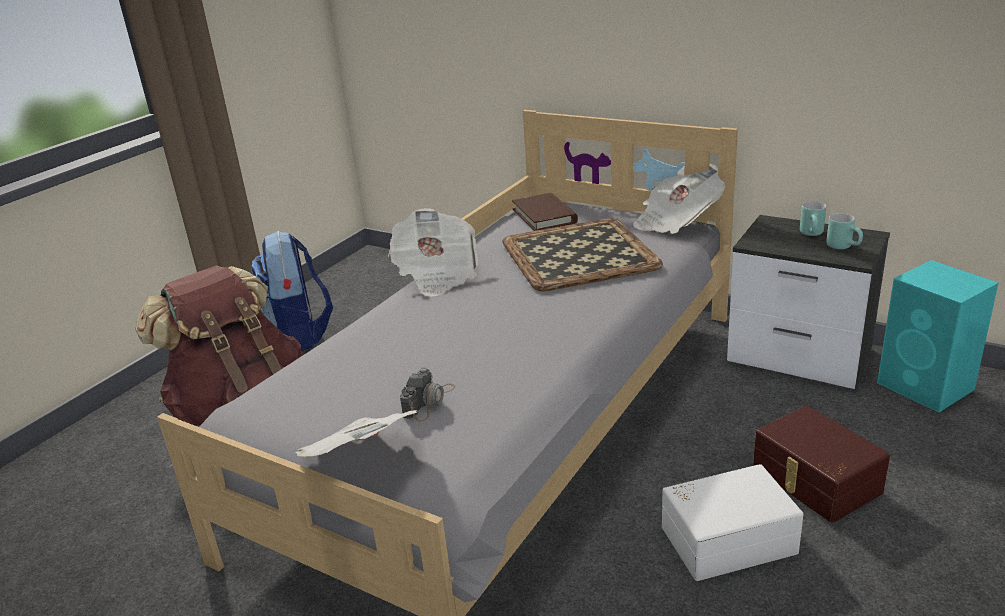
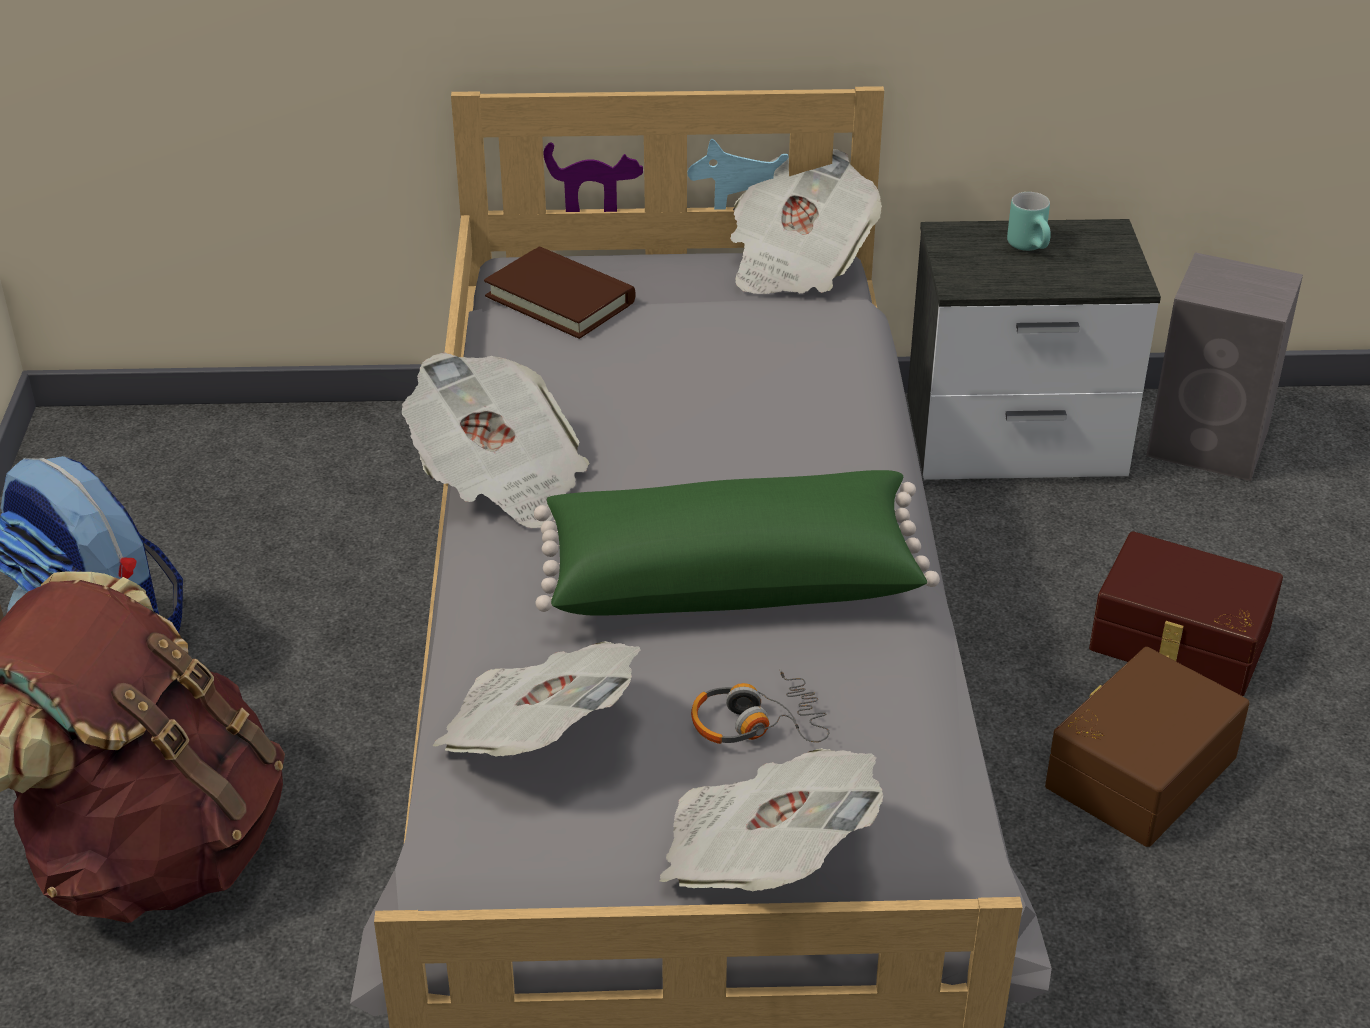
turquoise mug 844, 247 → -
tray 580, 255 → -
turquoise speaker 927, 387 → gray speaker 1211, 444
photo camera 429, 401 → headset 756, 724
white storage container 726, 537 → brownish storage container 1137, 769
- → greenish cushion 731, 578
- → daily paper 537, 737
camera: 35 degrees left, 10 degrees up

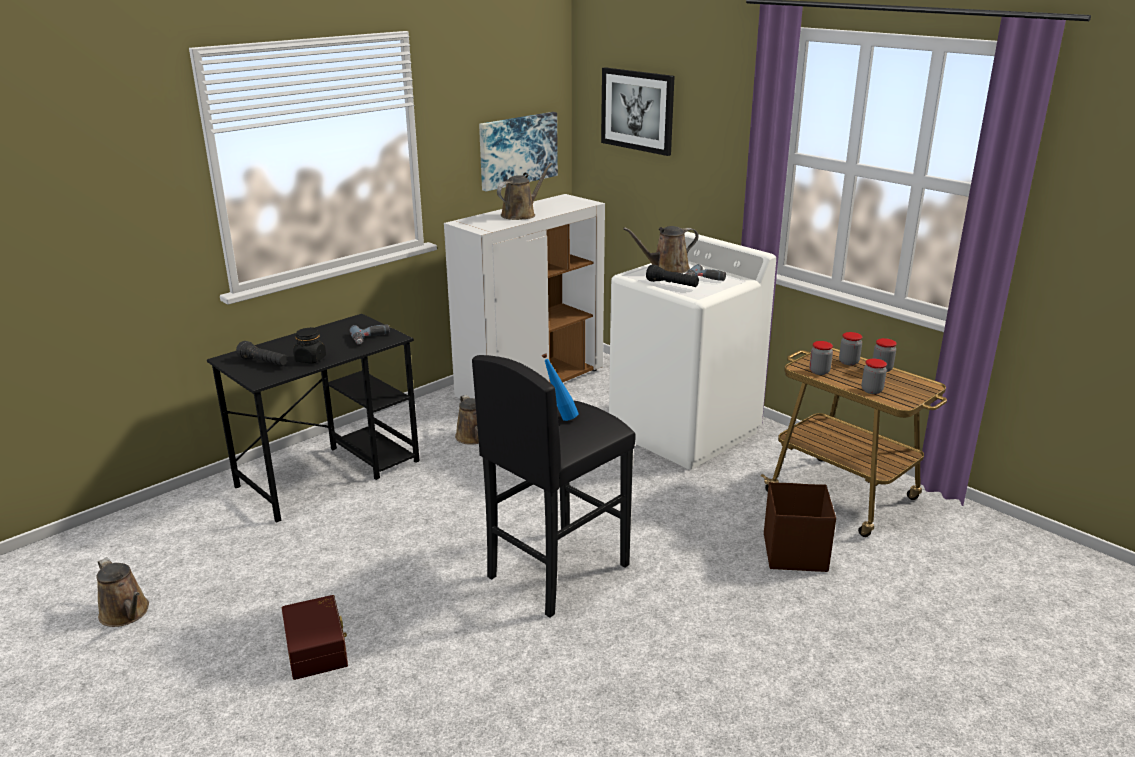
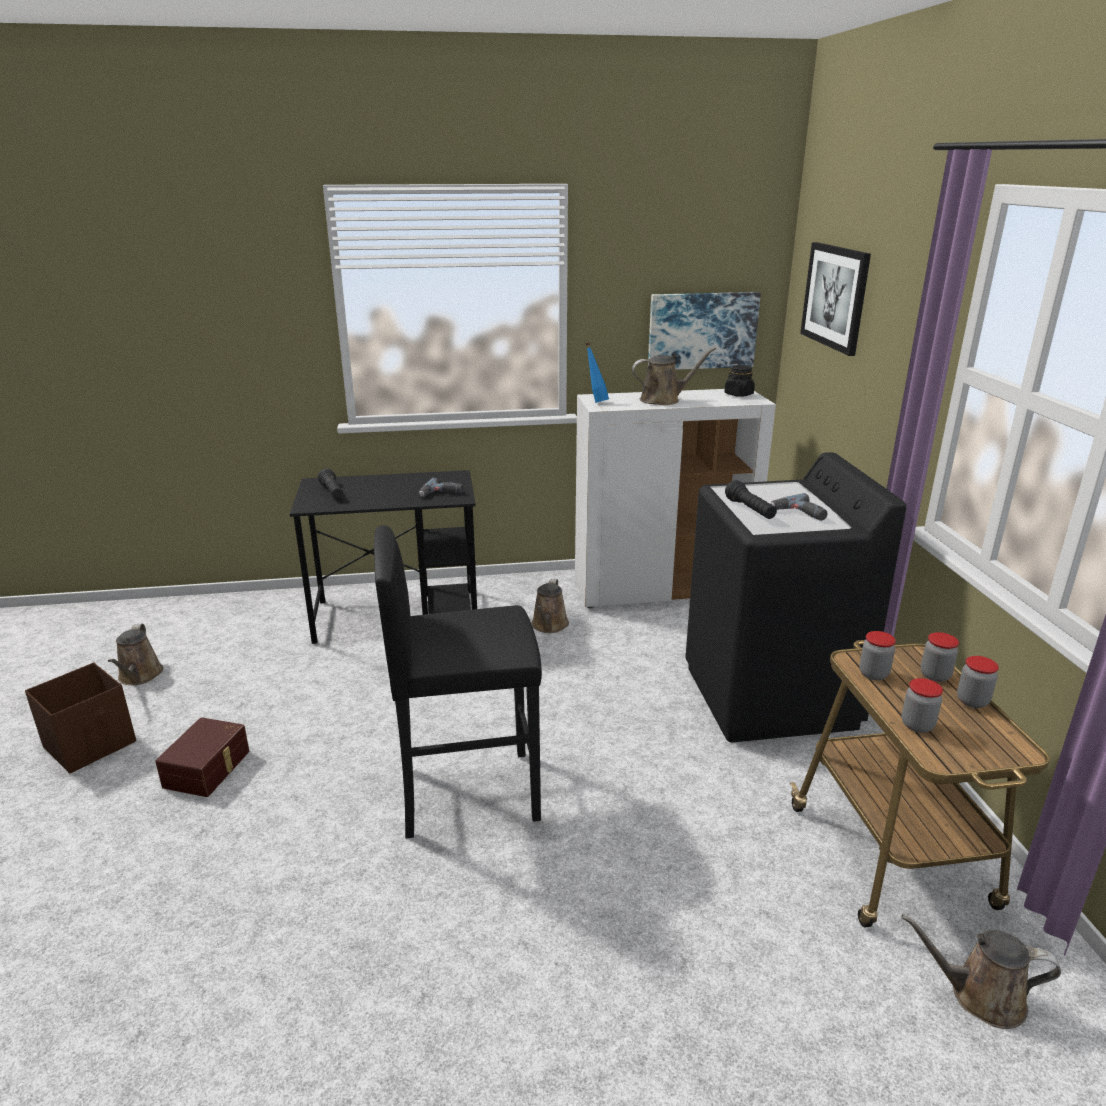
brownish watering can 666, 269 → brownish watering can 980, 996, moved
white laundry machine 684, 432 → black-coloured laundry machine 770, 697
black-coloured storage jar 310, 359 → black-coloured storage jar 738, 394, moved
blue-coloured beverage bottle 560, 418 → blue-coloured beverage bottle 596, 402, moved
brownish storage container 795, 552 → brownish storage container 91, 744, moved
camera: 35 degrees right, 0 degrees up

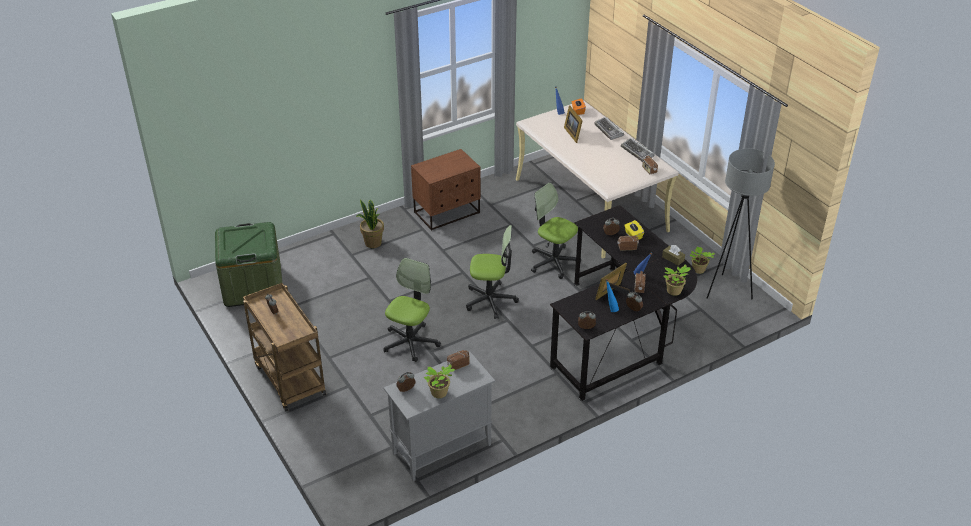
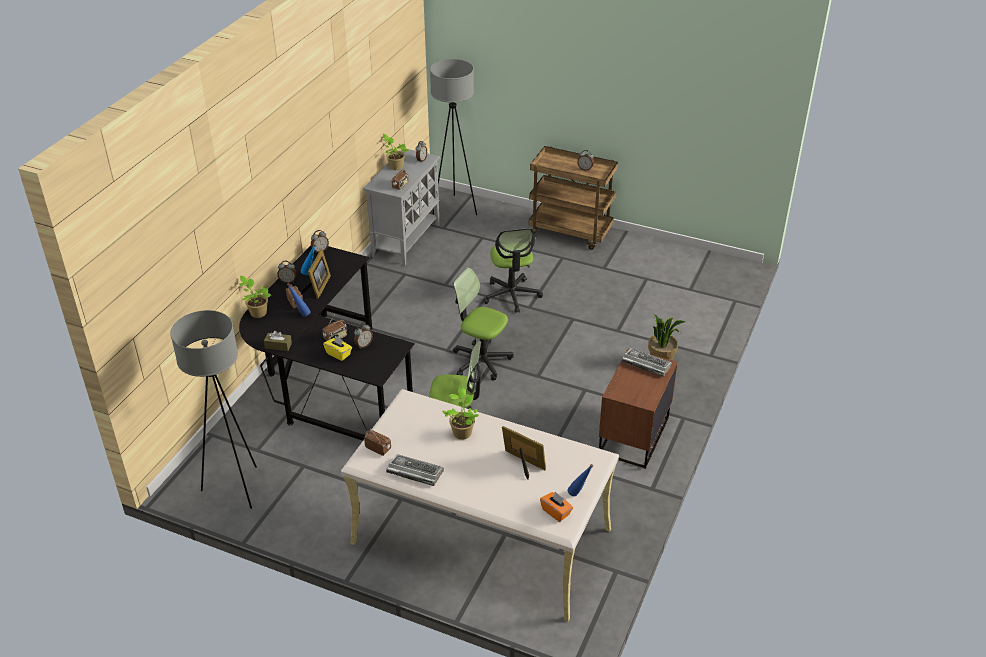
keyboard 609, 131 → keyboard 645, 364, moved
greenish storage container 253, 286 → -
office chair 490, 300 → office chair 481, 361, 60 degrees clockwise
potted plant 698, 270 → potted plant 462, 432, moved
- → gray standard lamp 455, 208
camera: 145 degrees right, 0 degrees up

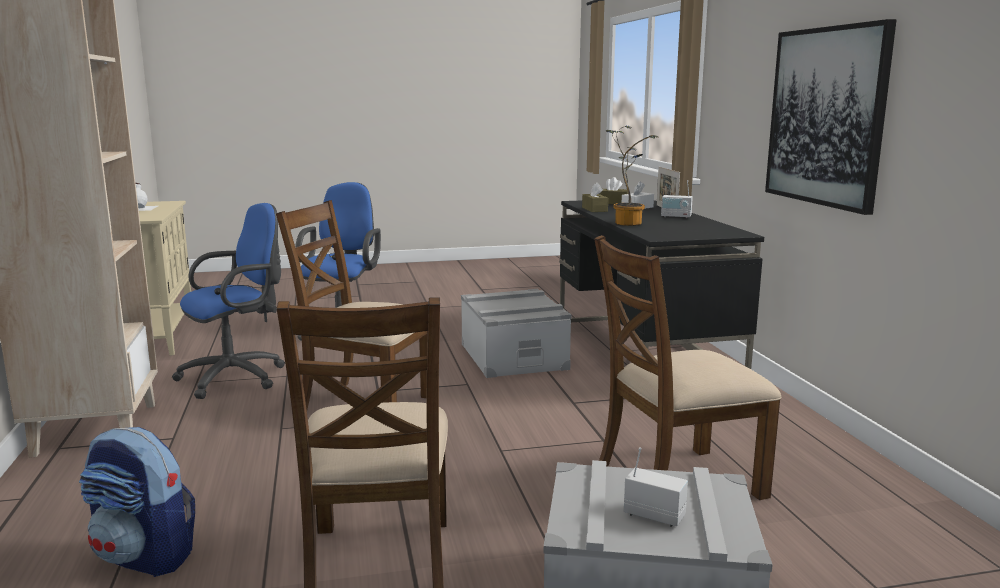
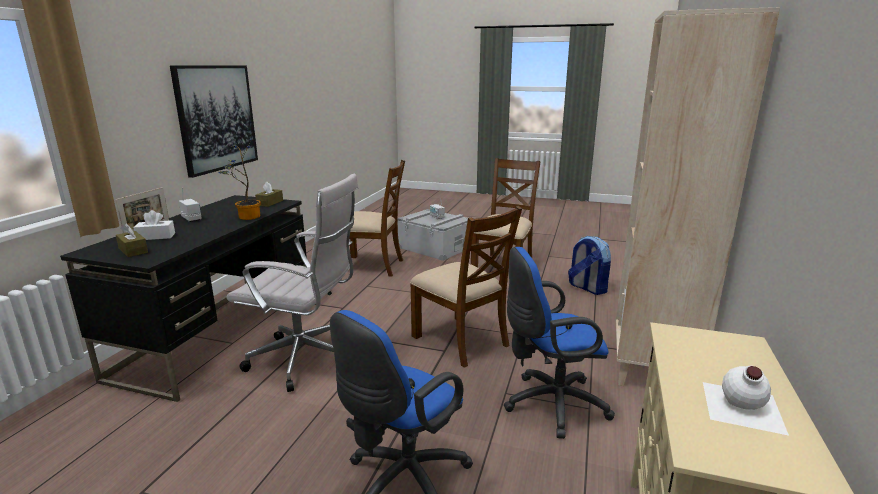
brownish tissue holder 594, 209 → brownish tissue holder 270, 203, moved
gray storage container 513, 356 → white office chair 306, 360
camera: 150 degrees left, 5 degrees up

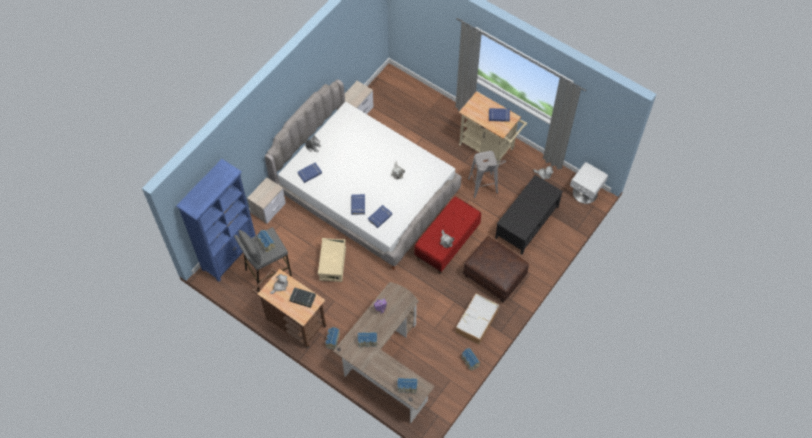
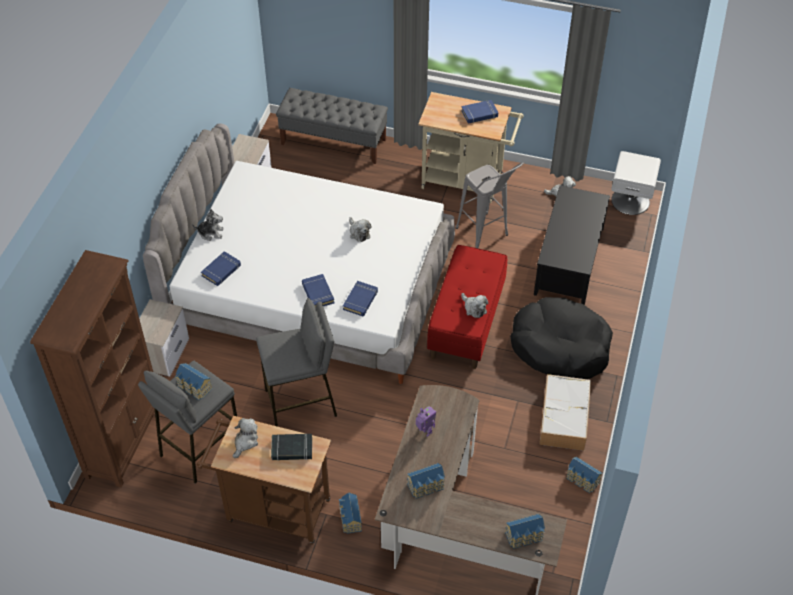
blue-coloured bookshelf 230, 254 → brownish bookshelf 124, 439
brownish ottoman 495, 276 → black-coloured dog cushion 560, 347
beige-coloured storage container 332, 264 → gray stool 301, 404
- → gray long seat 334, 142
camera: 20 degrees left, 10 degrees down

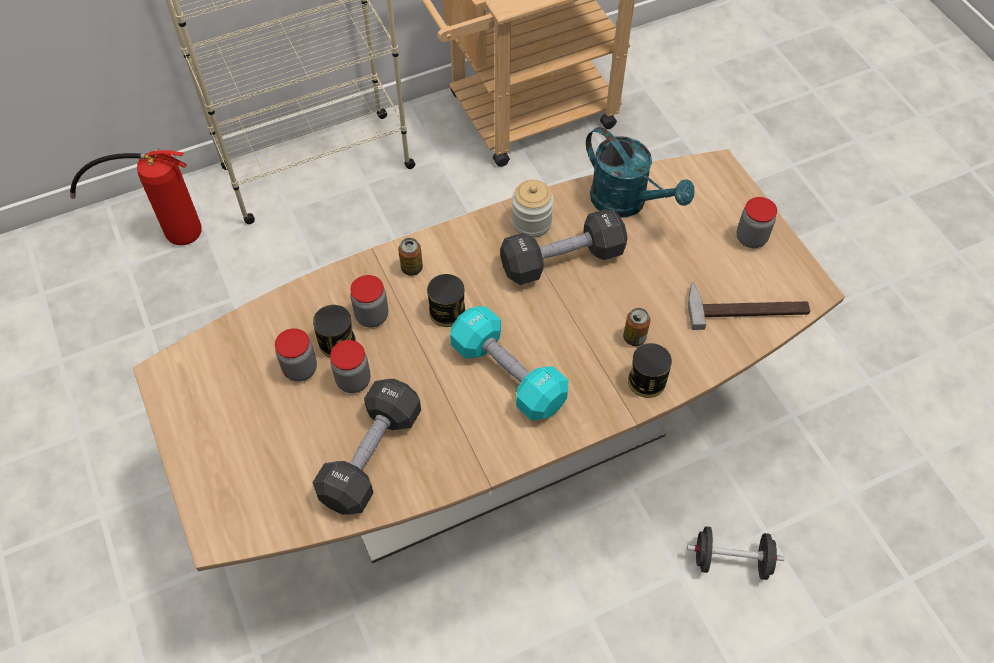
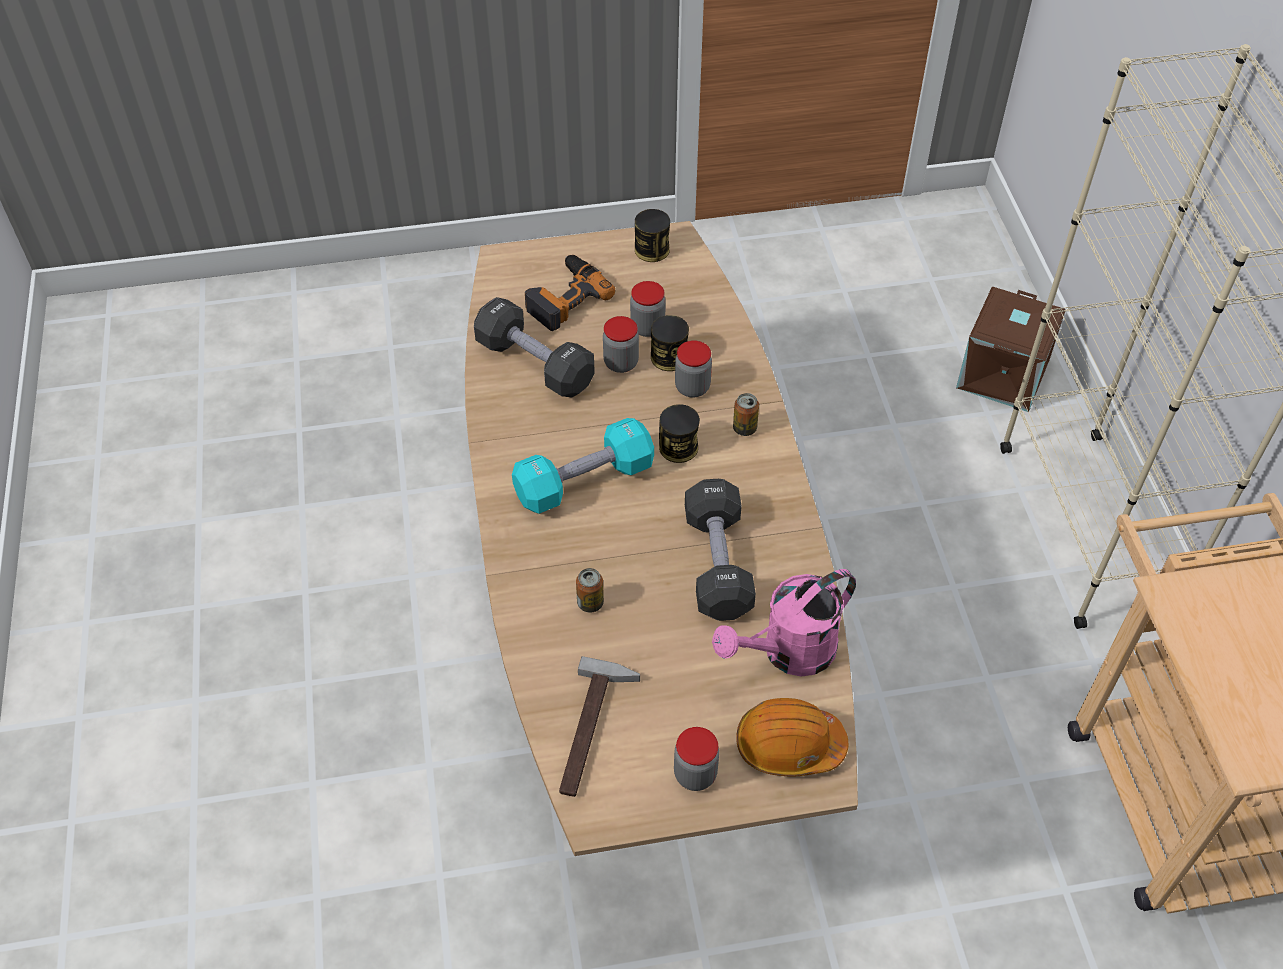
turquoise watering can 627, 202 → pink watering can 788, 653
fire extinguisher 163, 229 → brownish storage container 1004, 375
storage jar 531, 222 → -
can 647, 381 → can 652, 250, moved
black-coloured dumbbell 731, 560 → -
- → drill 564, 297
- → orange-coloured hard hat 789, 745
camera: 105 degrees right, 5 degrees down

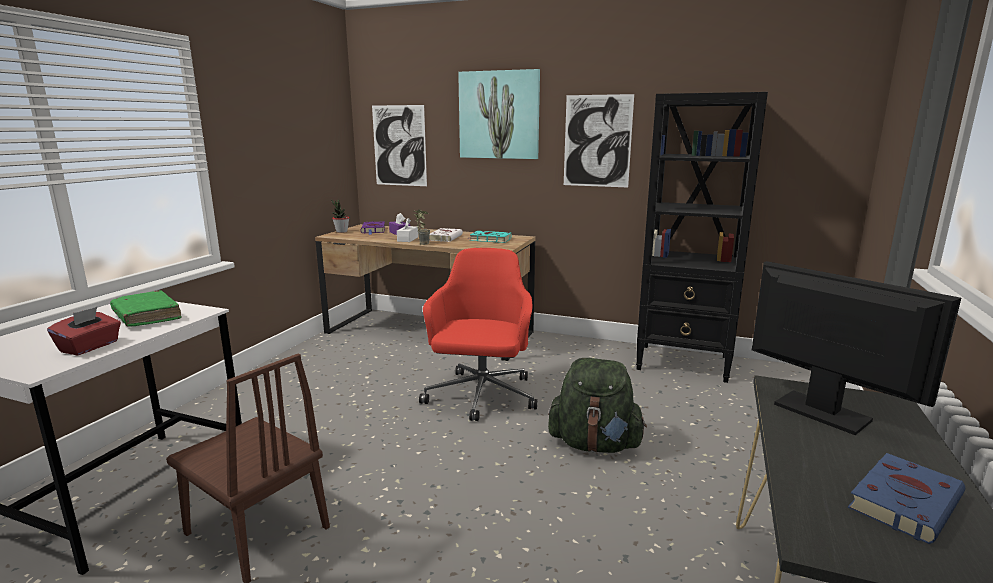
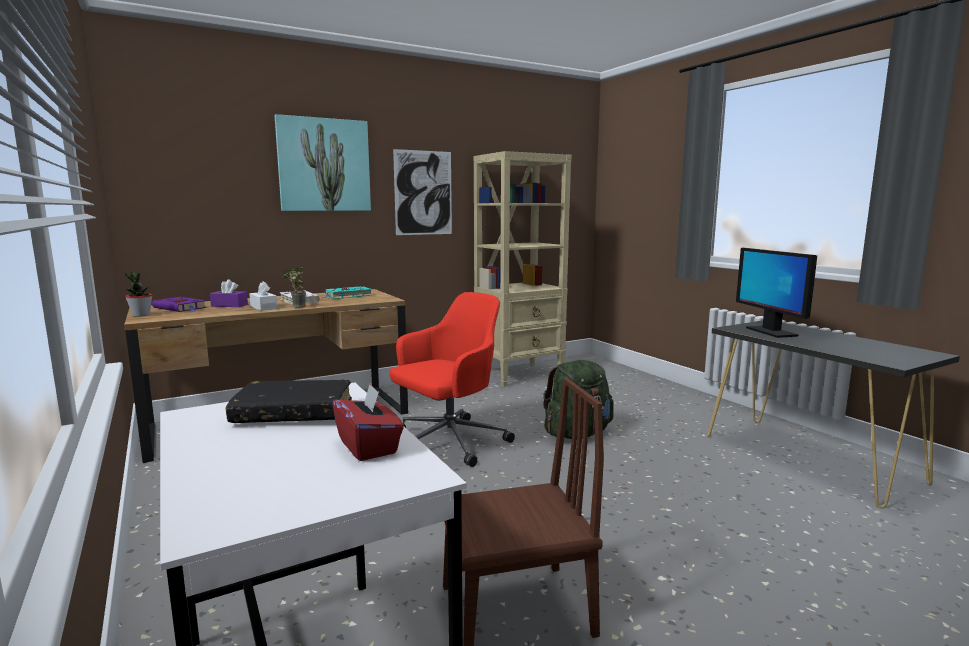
black-coloured bookshelf 684, 363 → beige-coloured bookshelf 520, 374
picture 399, 146 → -
red-coloured office chair 481, 397 → red-coloured office chair 448, 442, 90 degrees clockwise
computer screen 822, 413 → computer screen 770, 332, 105 degrees counterclockwise
greenish volume 147, 316 → black-coloured volume 293, 413
blue-coloured volume 905, 501 → -
camera: 50 degrees left, 5 degrees down

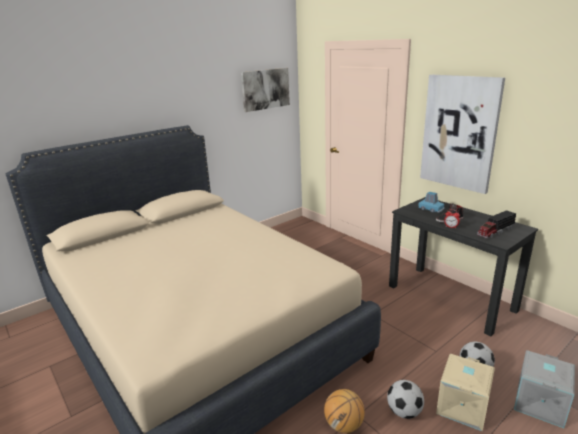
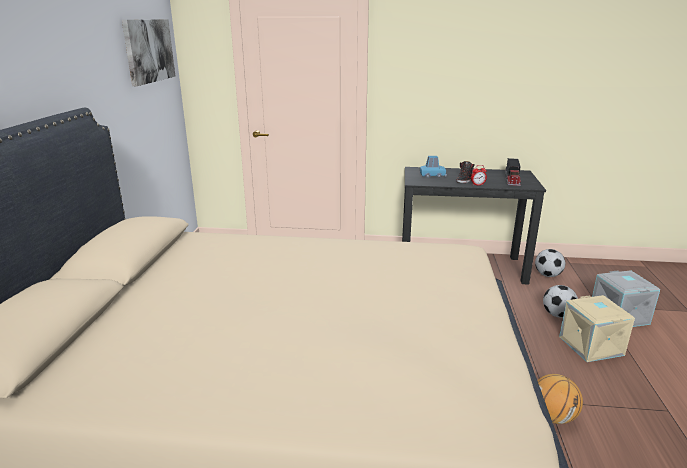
picture 459, 132 → -
football ball 404, 412 → football ball 547, 275, moved
camera: 45 degrees left, 0 degrees up

